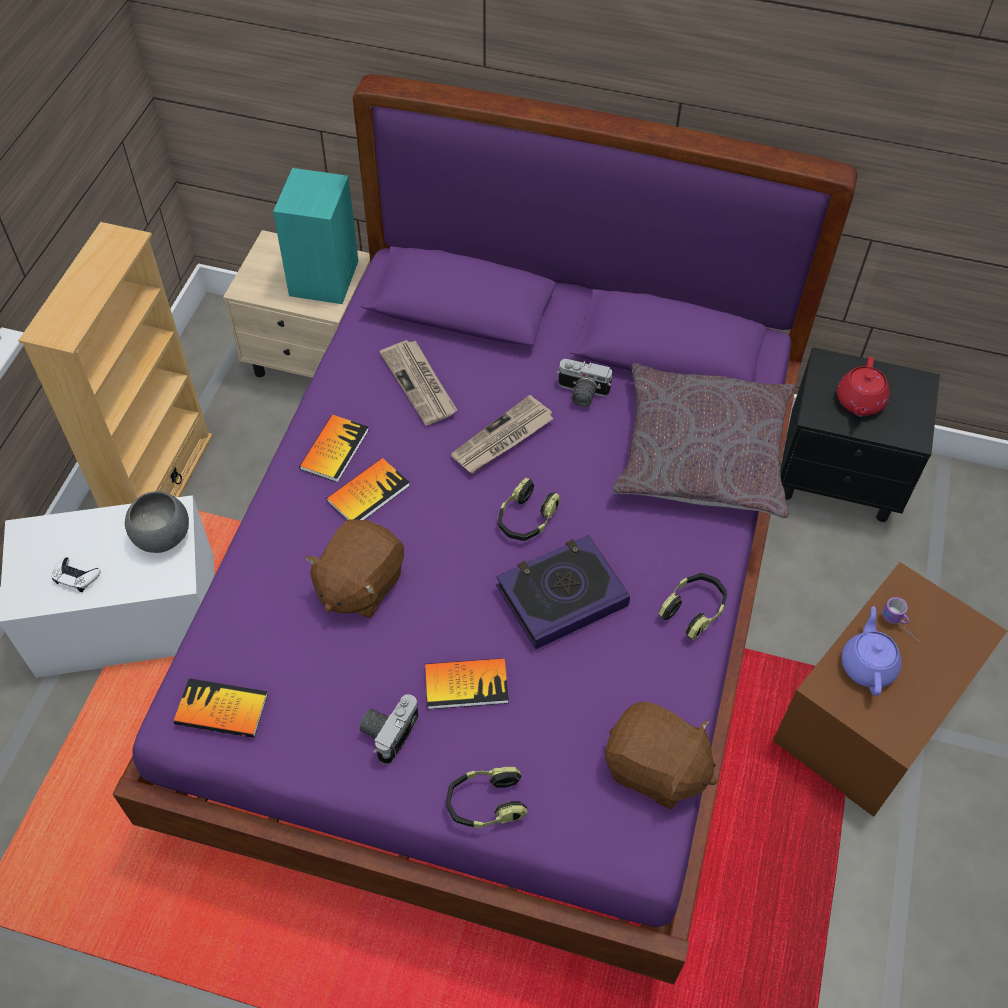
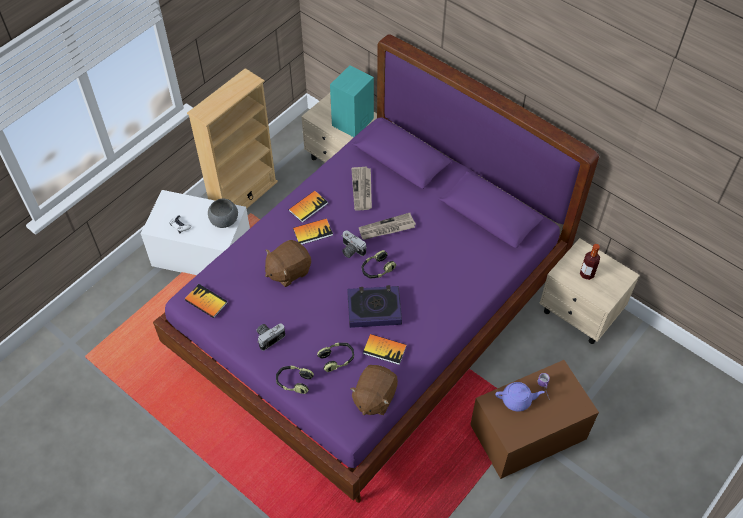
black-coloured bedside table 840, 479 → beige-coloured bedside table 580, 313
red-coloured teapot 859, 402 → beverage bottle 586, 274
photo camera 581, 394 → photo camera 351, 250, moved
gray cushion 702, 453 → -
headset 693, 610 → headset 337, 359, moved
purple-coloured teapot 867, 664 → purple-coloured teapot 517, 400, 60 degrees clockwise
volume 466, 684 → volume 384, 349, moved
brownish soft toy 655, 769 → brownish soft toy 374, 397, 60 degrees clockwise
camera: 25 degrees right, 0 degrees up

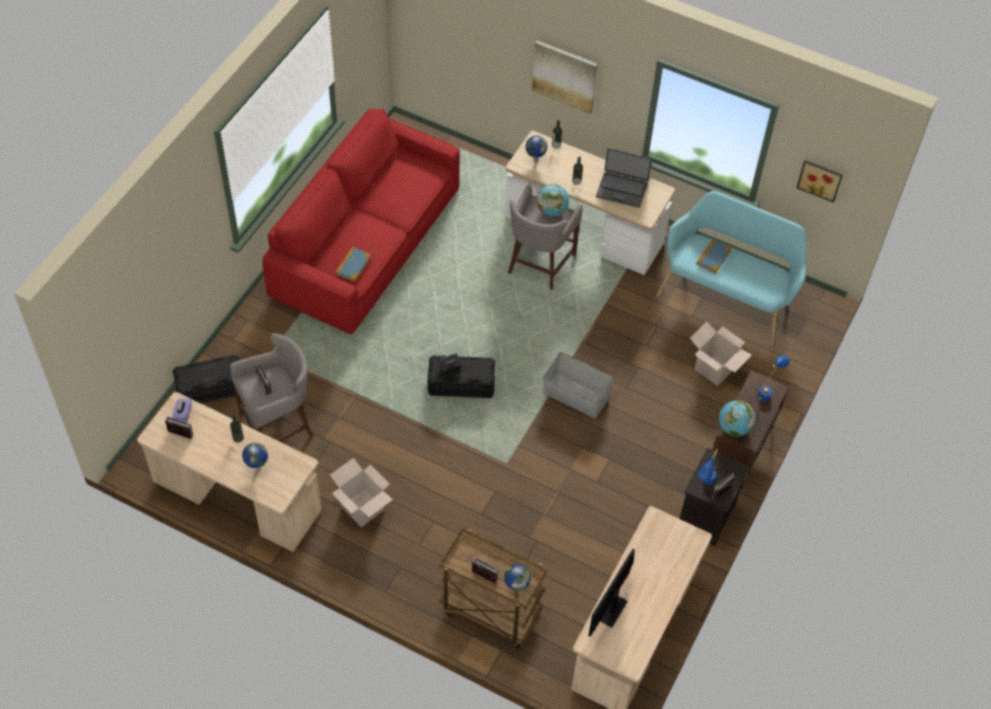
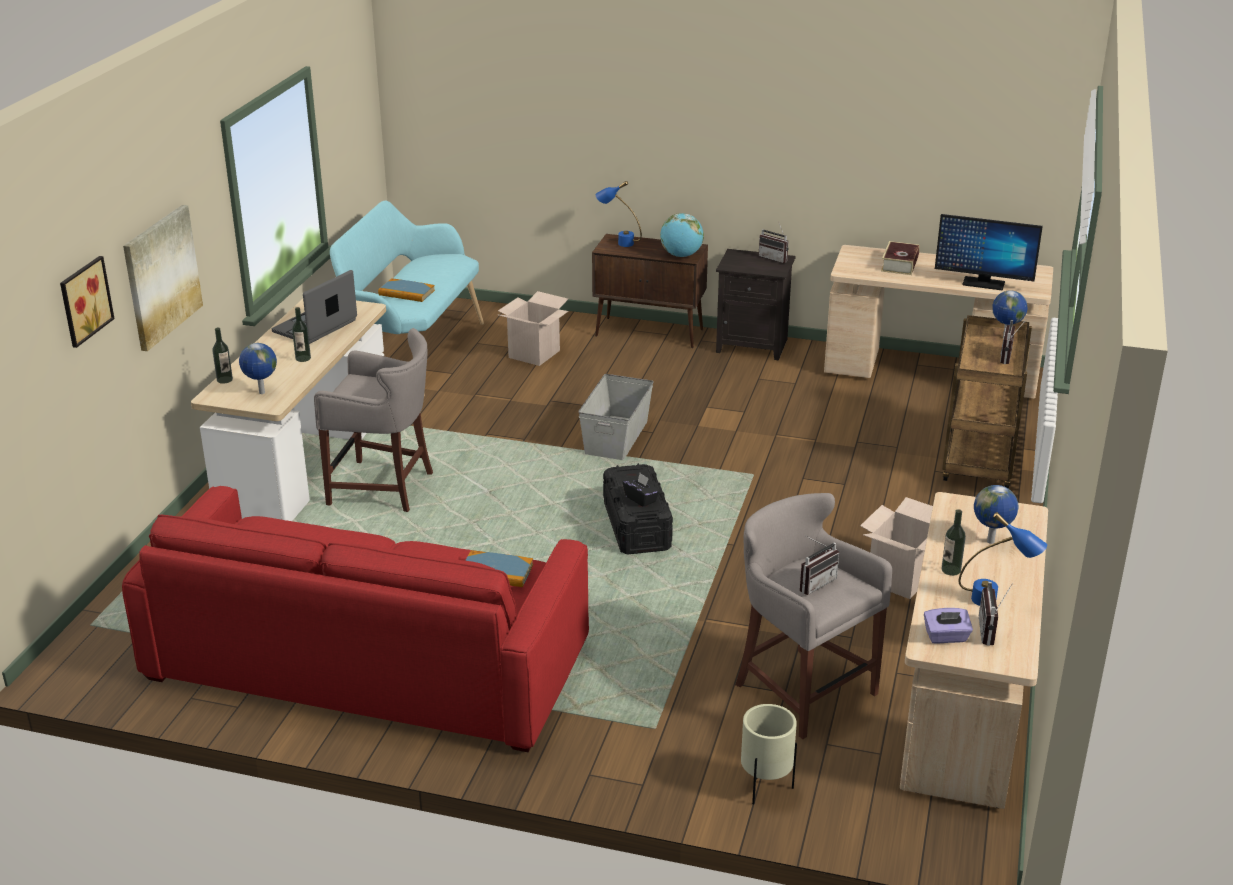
notebook computer 622, 189 → notebook computer 315, 327, 150 degrees counterclockwise
picture 820, 179 → picture 83, 300, moved
globe 552, 210 → -
black-coloured storage container 211, 388 → beige-coloured planter 765, 787
blue-coloured table lamp 705, 483 → blue-coloured table lamp 996, 601, moved
- → volume 899, 264
camera: 100 degrees left, 25 degrees down

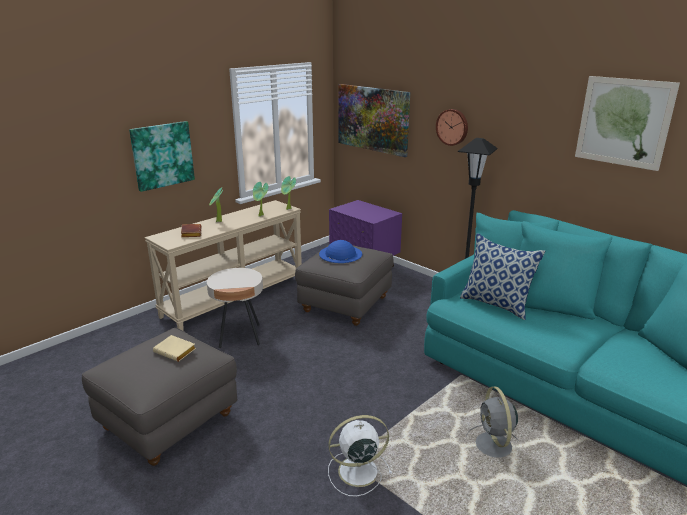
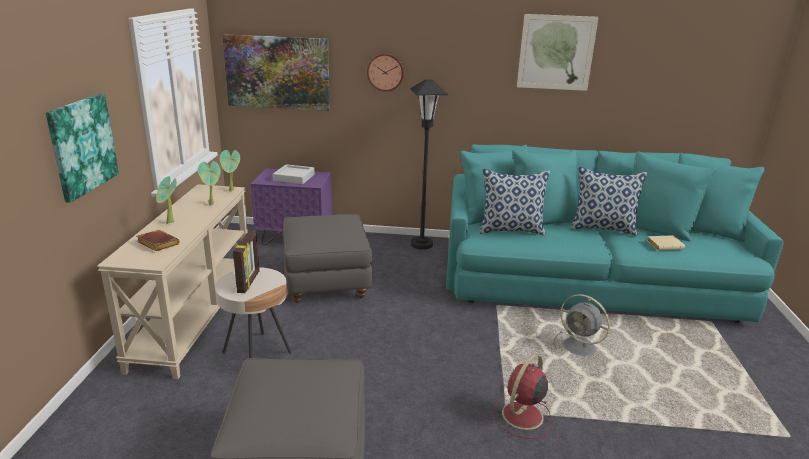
blue-coloured clothing hat 340, 254 → -
beige-coloured volume 176, 351 → beige-coloured volume 665, 245, moved
white cooling fan 356, 471 → red-coloured cooling fan 521, 416
- → gray tray 294, 177
- → cushion 603, 229
- → standing frame 249, 282
camera: 40 degrees left, 0 degrees up

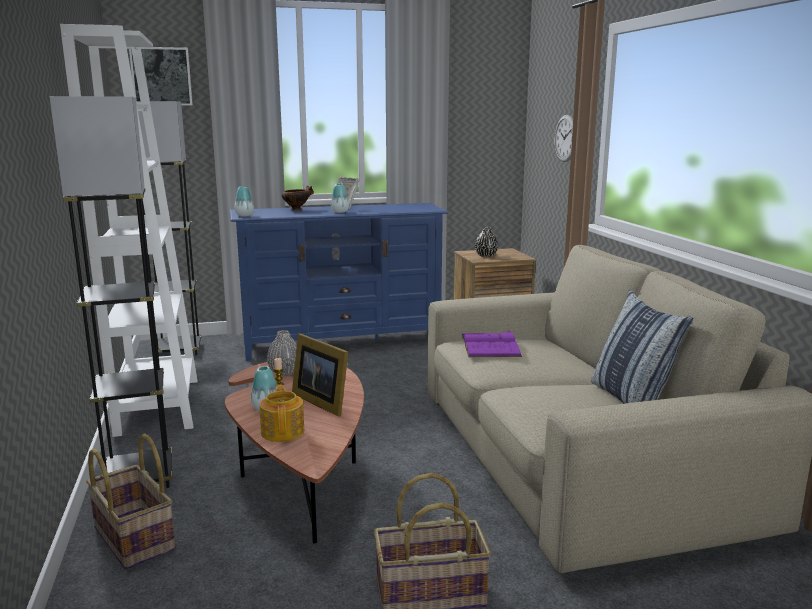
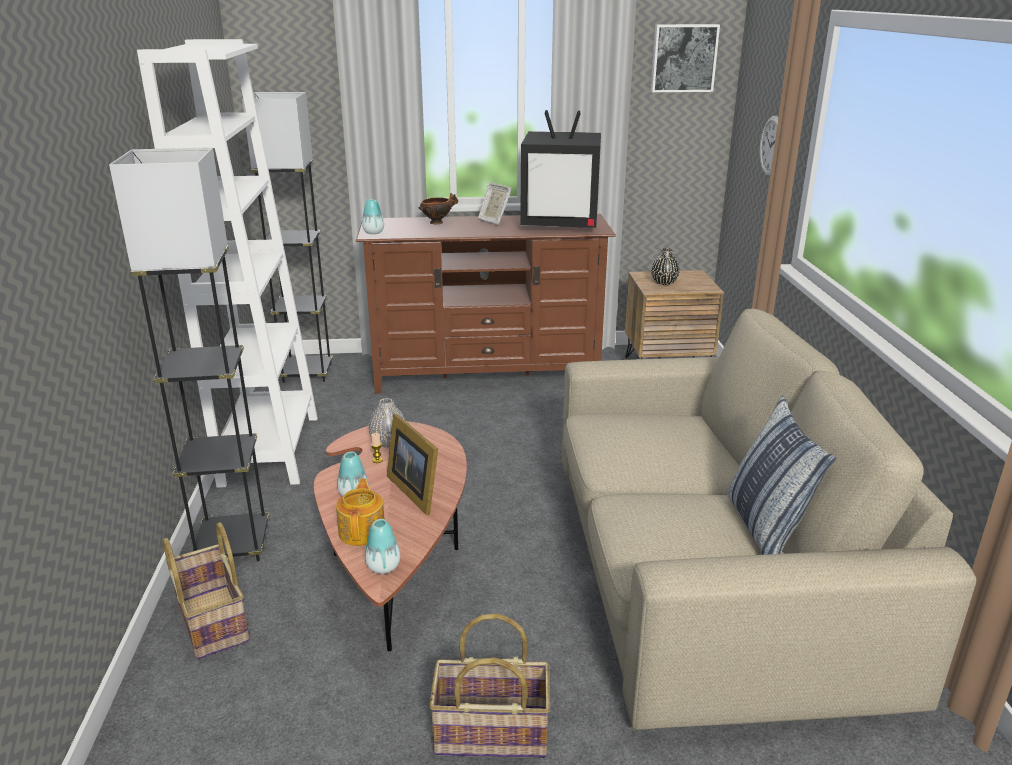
picture 161, 76 → picture 683, 58, moved
decorative vase 340, 212 → decorative vase 383, 567, moved
blue-coloured tv unit 342, 343 → brownish tv unit 487, 375
purple-coloured volume 490, 345 → -
- → television 561, 223
camera: 10 degrees right, 10 degrees up

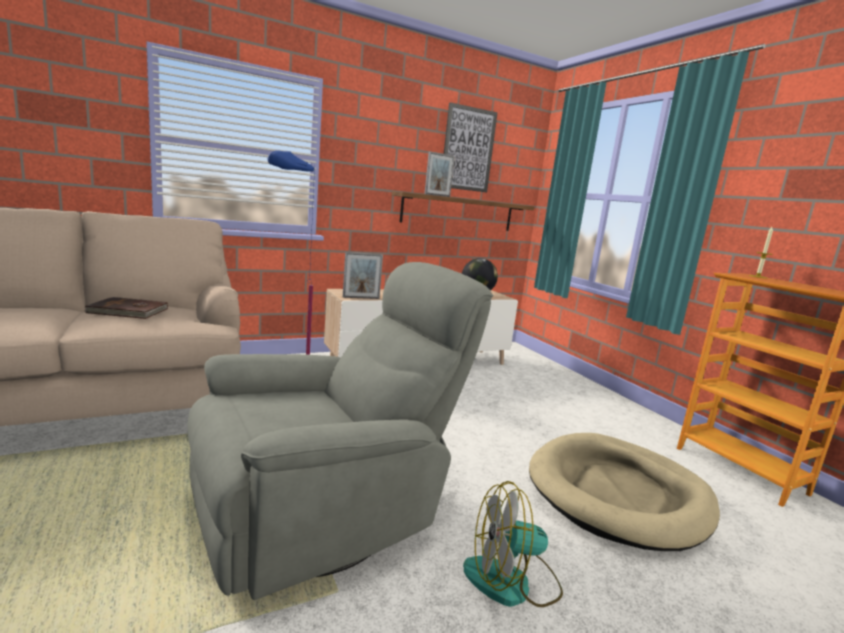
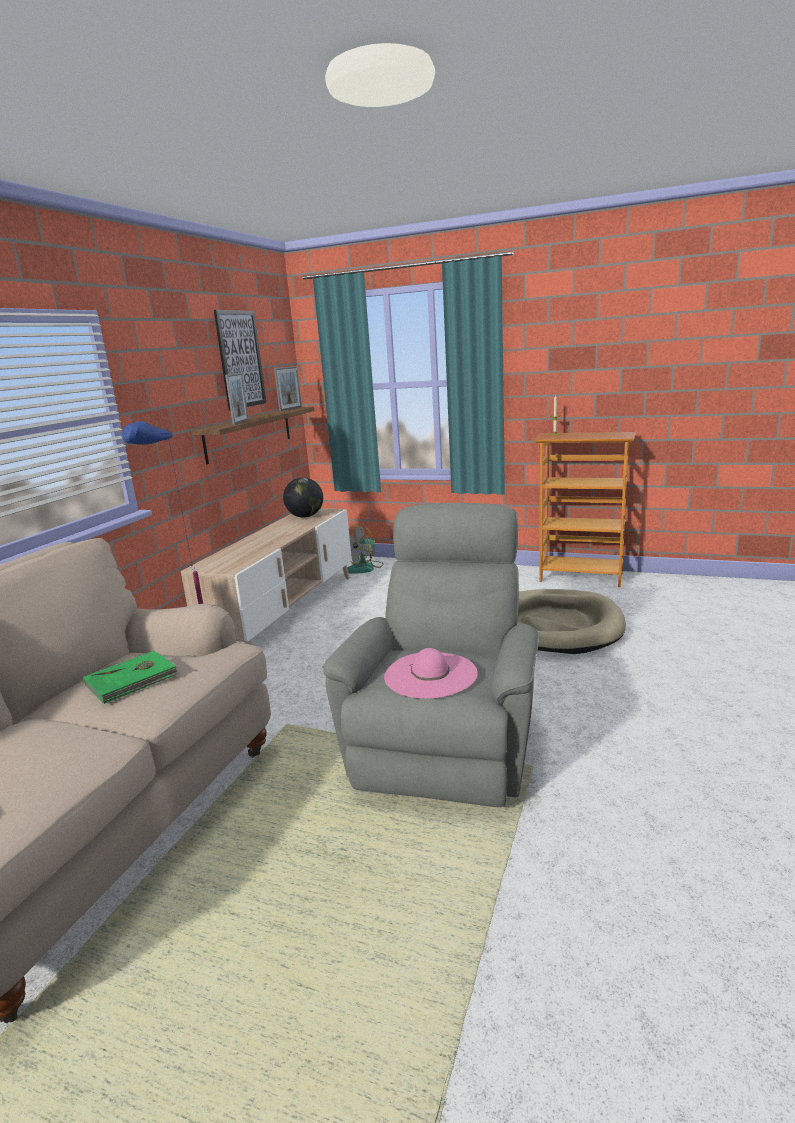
standing frame 361, 298 → standing frame 290, 409, moved
brownish volume 128, 311 → greenish volume 133, 680
cooling fan 512, 581 → cooling fan 364, 568, moved
- → pink clothing hat 430, 675
camera: 40 degrees left, 5 degrees up

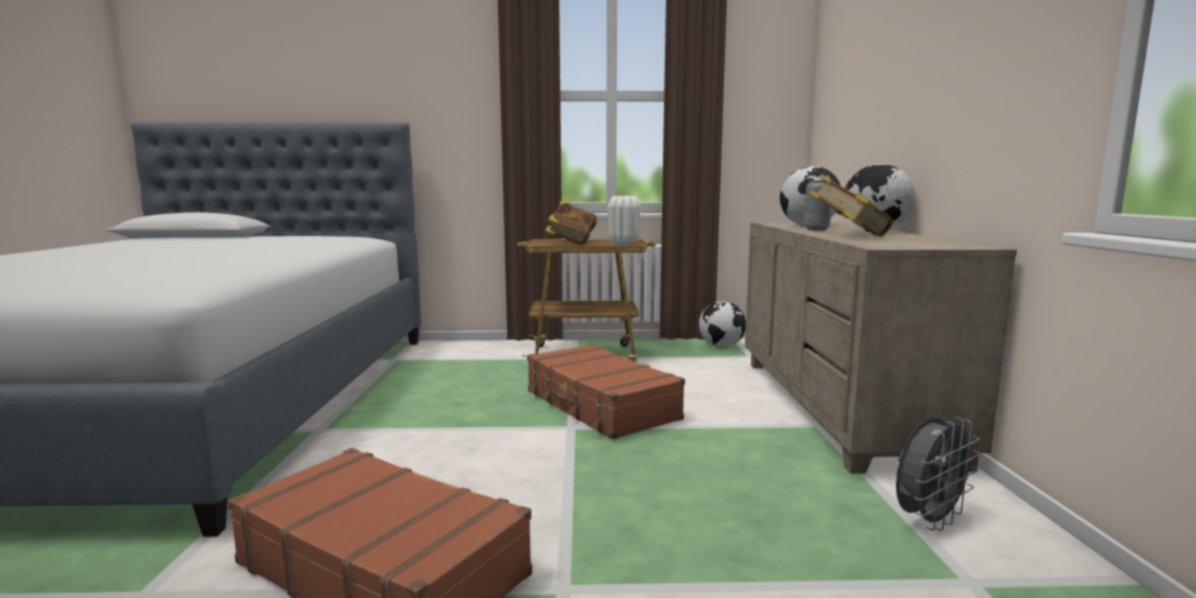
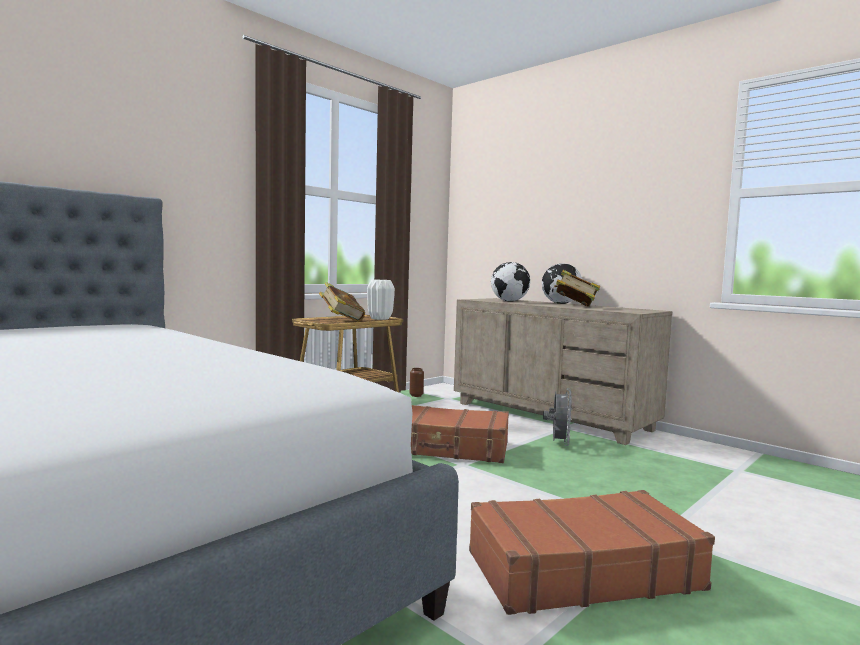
gray decorative vase 816, 229 → -
globe 721, 347 → brownish decorative vase 416, 395
gray cooling fan 928, 520 → gray cooling fan 558, 443, moved
camera: 45 degrees left, 5 degrees down

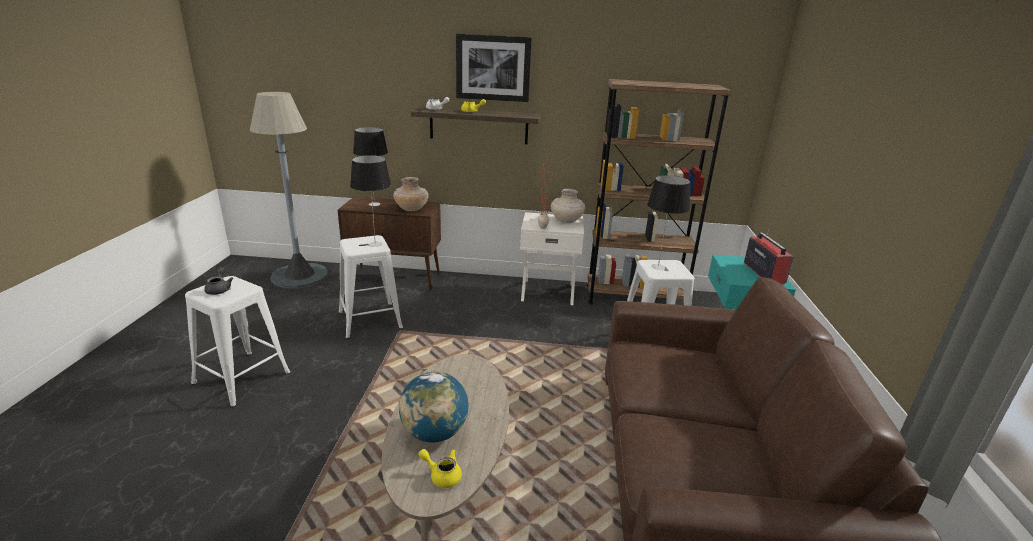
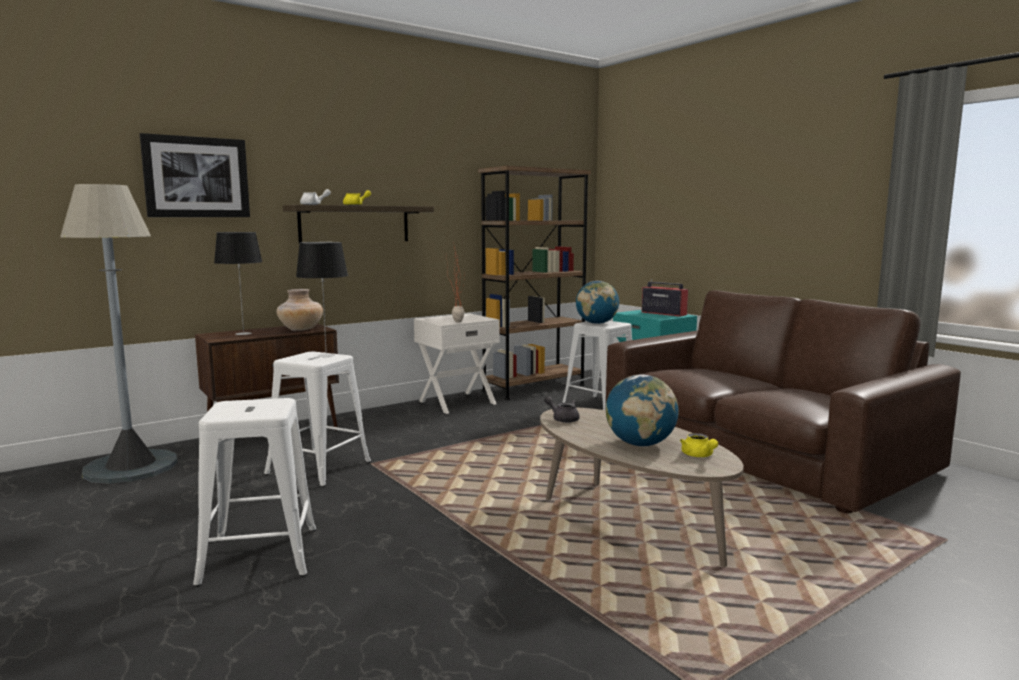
picture 493, 68 → picture 196, 177, moved
table lamp 657, 267 → globe 597, 323
beige-coloured decorative vase 566, 221 → -
gray teapot 219, 289 → gray teapot 563, 419, moved
yellowish teapot 442, 475 → yellowish teapot 698, 456, 90 degrees counterclockwise
camera: 40 degrees left, 15 degrees down

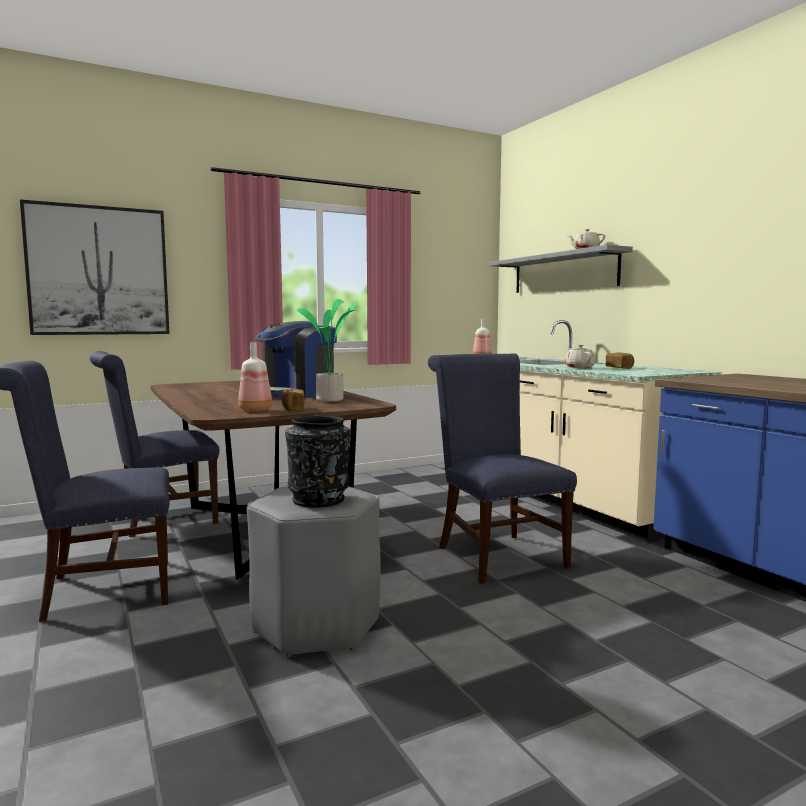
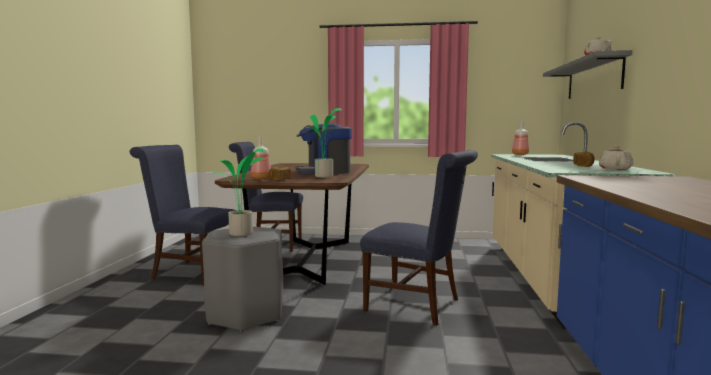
picture 99, 271 → -
beige-coloured teapot 579, 367 → beige-coloured teapot 615, 169, moved
blue-coloured upright chair 496, 554 → blue-coloured upright chair 419, 305, 105 degrees clockwise
black-coloured decorative vase 319, 499 → potted plant 241, 234
camera: 35 degrees right, 0 degrees up

